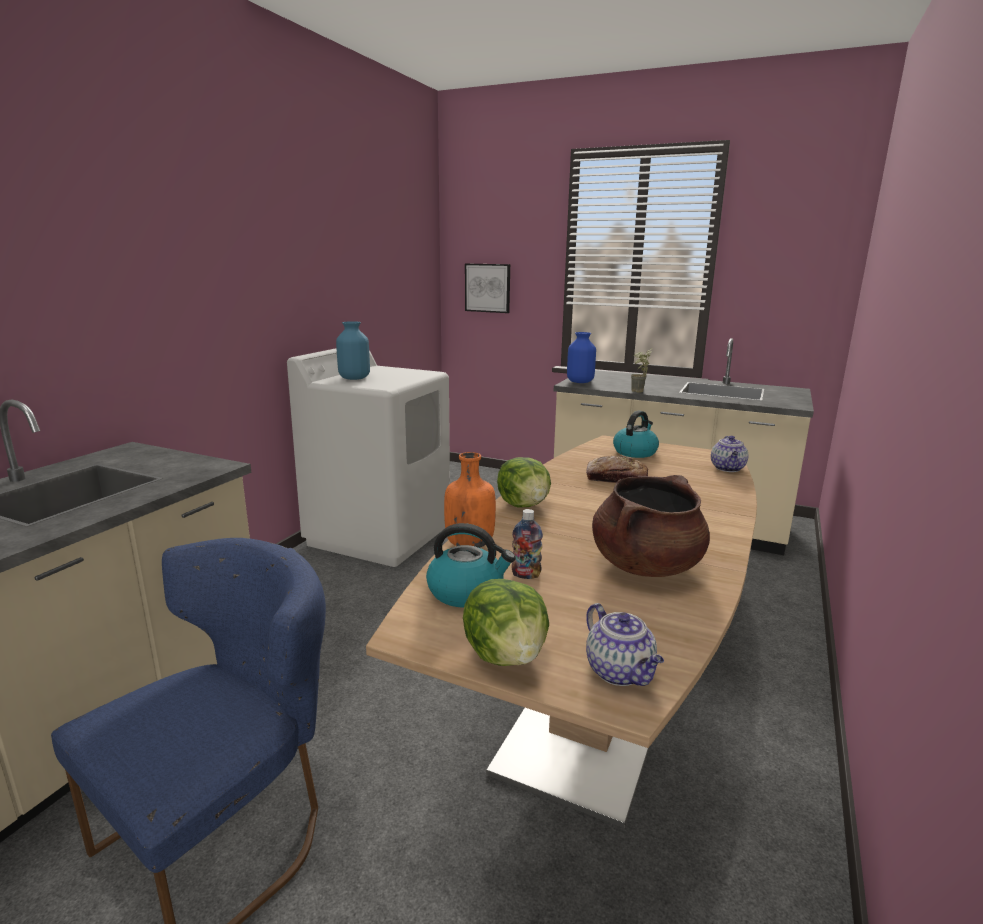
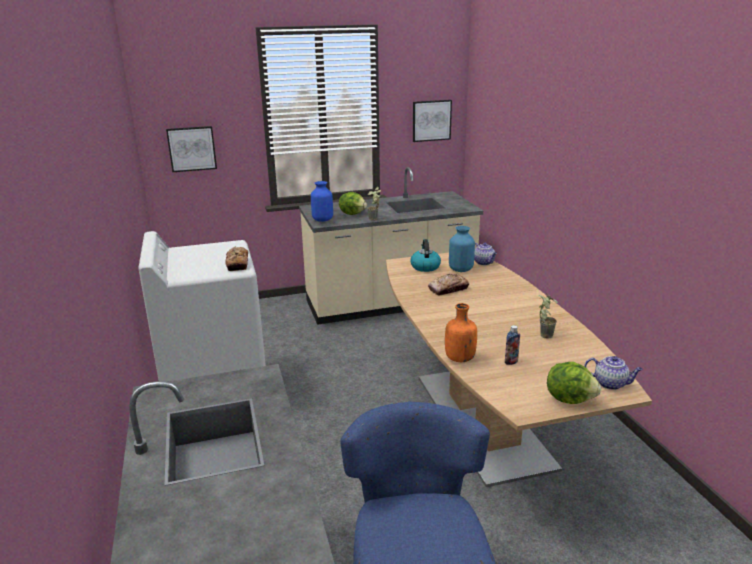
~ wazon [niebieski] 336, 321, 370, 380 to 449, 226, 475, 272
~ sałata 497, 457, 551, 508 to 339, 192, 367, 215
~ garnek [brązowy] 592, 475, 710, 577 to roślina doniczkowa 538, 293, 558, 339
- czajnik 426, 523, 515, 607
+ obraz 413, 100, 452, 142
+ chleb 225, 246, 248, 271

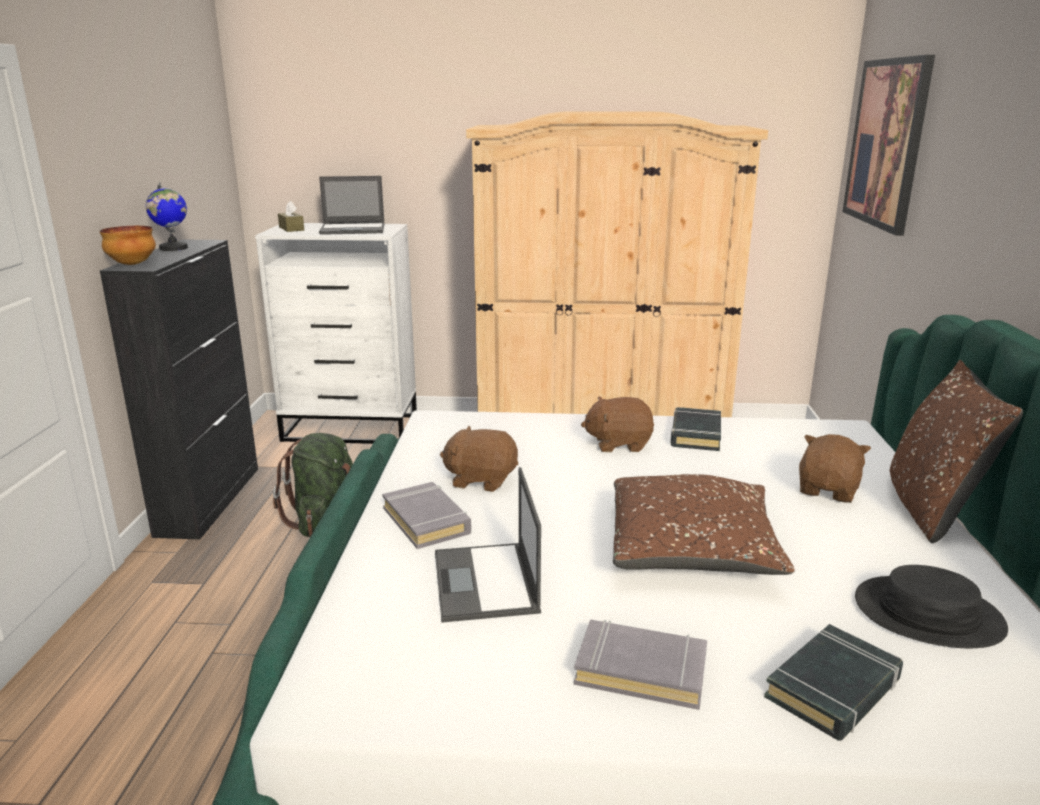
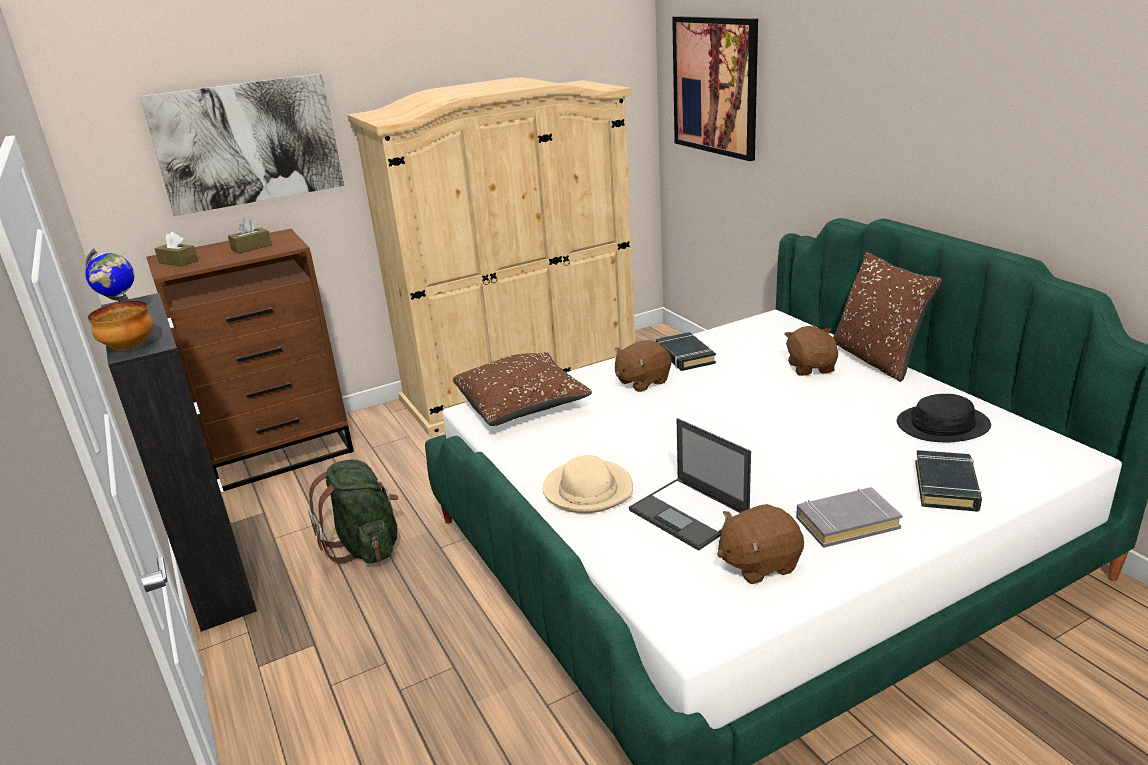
~ laptop 319, 176, 384, 235 to pudełko chusteczek [brązowy] 228, 219, 272, 254
~ komoda [biały] 255, 223, 417, 444 to komoda [brązowy] 146, 229, 354, 491
~ pluszak [brązowy] 440, 426, 518, 492 to 717, 504, 804, 584
~ poduszka [brązowy] 613, 474, 794, 575 to 453, 352, 592, 426
~ książka [szary] 382, 482, 471, 549 to kapelusz [beżowy] 543, 455, 633, 513
+ obraz 140, 73, 344, 216

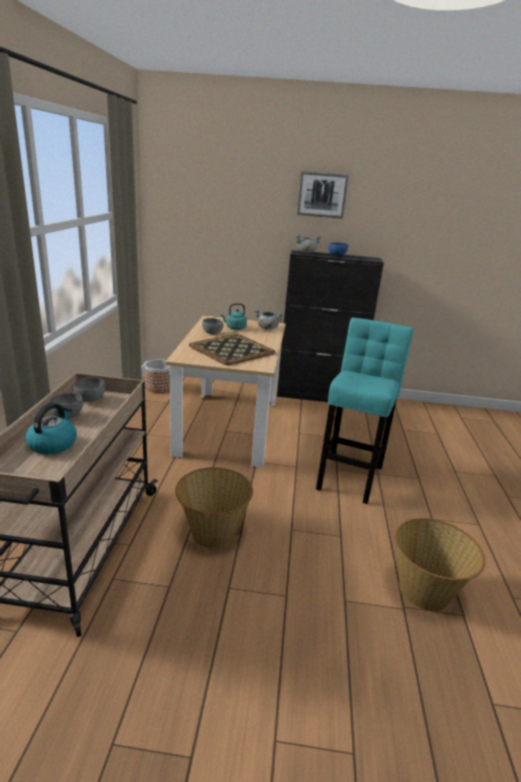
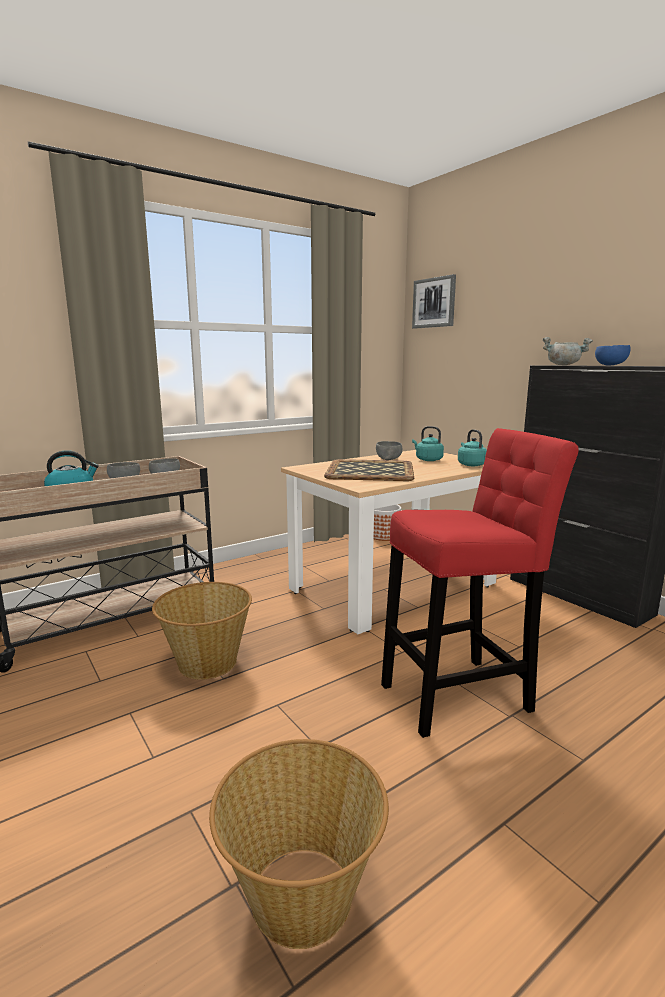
~ obraz 297, 171, 349, 219 to 412, 274, 456, 329
~ garnek [szary] 254, 309, 284, 329 to czajnik [turkusowy] 458, 429, 487, 466
~ stołek [turkusowy] 316, 318, 414, 504 to stołek [czerwony] 381, 428, 579, 738

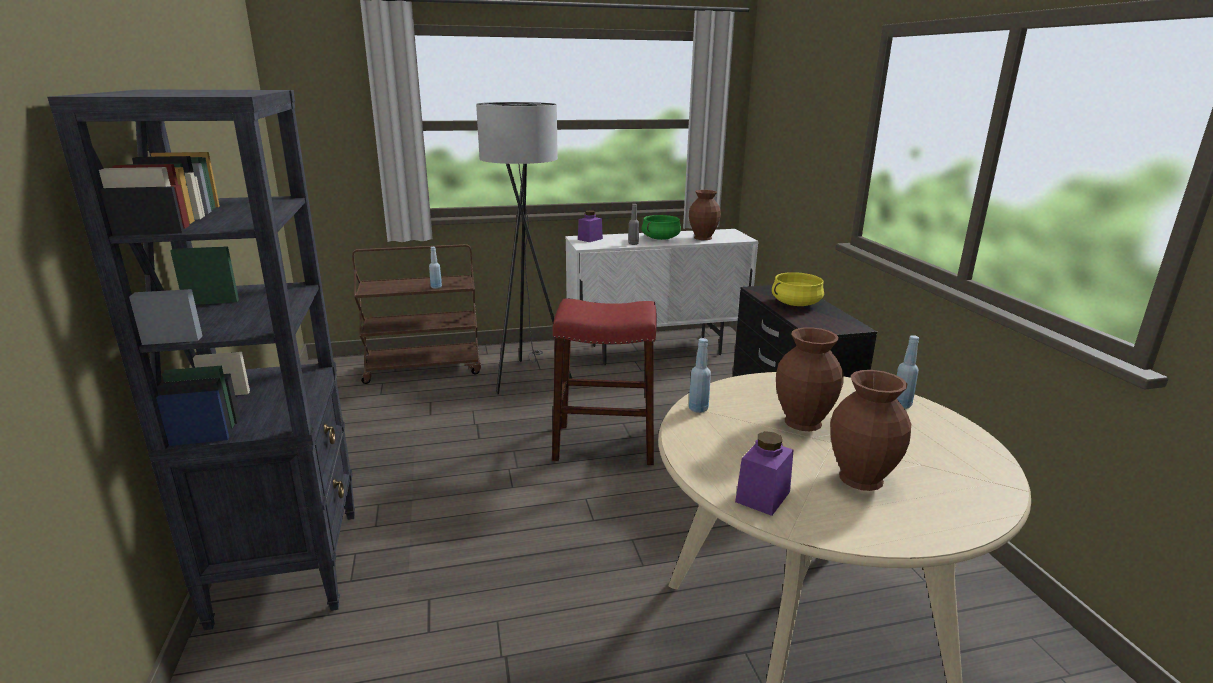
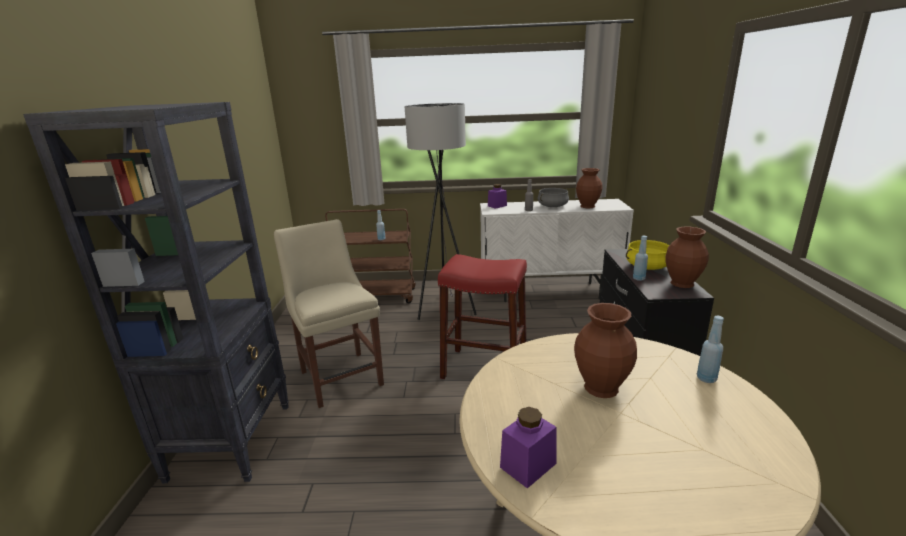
~ garnek [zielony] 641, 215, 681, 240 to garnek [szary] 537, 188, 569, 207
~ butelka [niebieski] 689, 338, 711, 413 to 633, 236, 648, 281
~ wazon [brązowy] 830, 370, 911, 491 to 666, 227, 709, 288
+ krzesło [beżowy] 274, 219, 384, 408

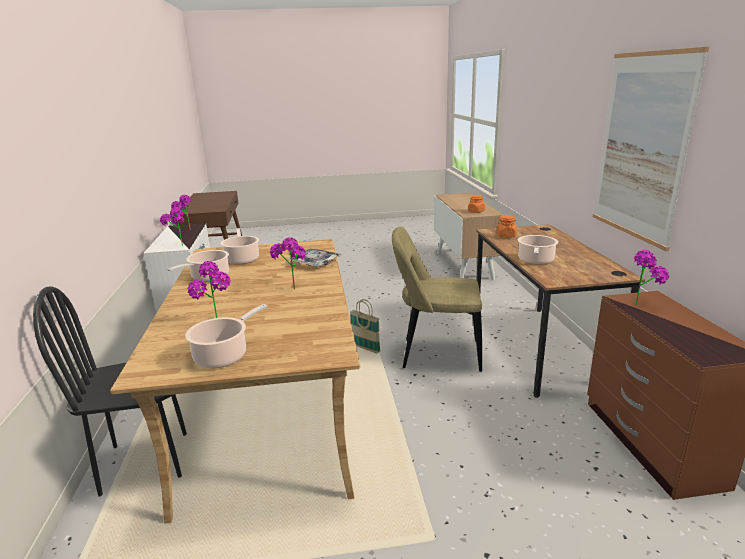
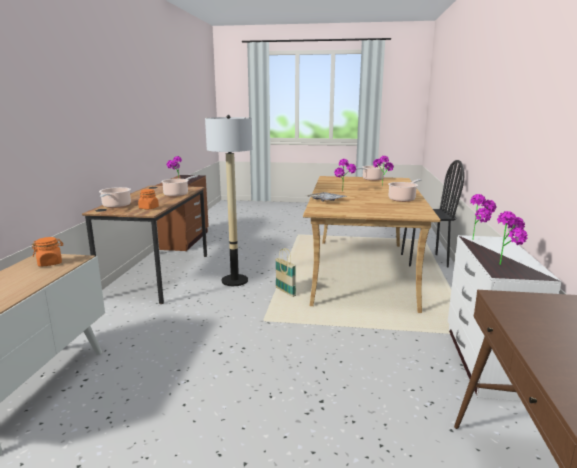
- obraz 593, 47, 709, 251
~ krzesło [beżowy] 392, 226, 482, 372 to lampa stojąca 205, 115, 252, 286
~ garnek 220, 228, 259, 265 to 99, 187, 131, 208

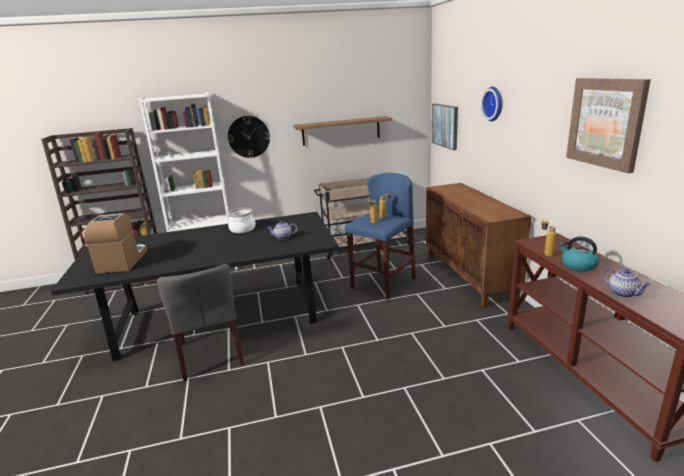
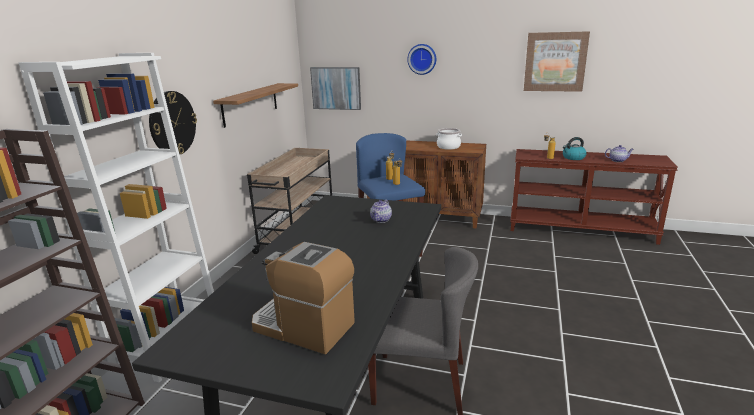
~ garnek 227, 208, 256, 233 to 436, 128, 462, 150

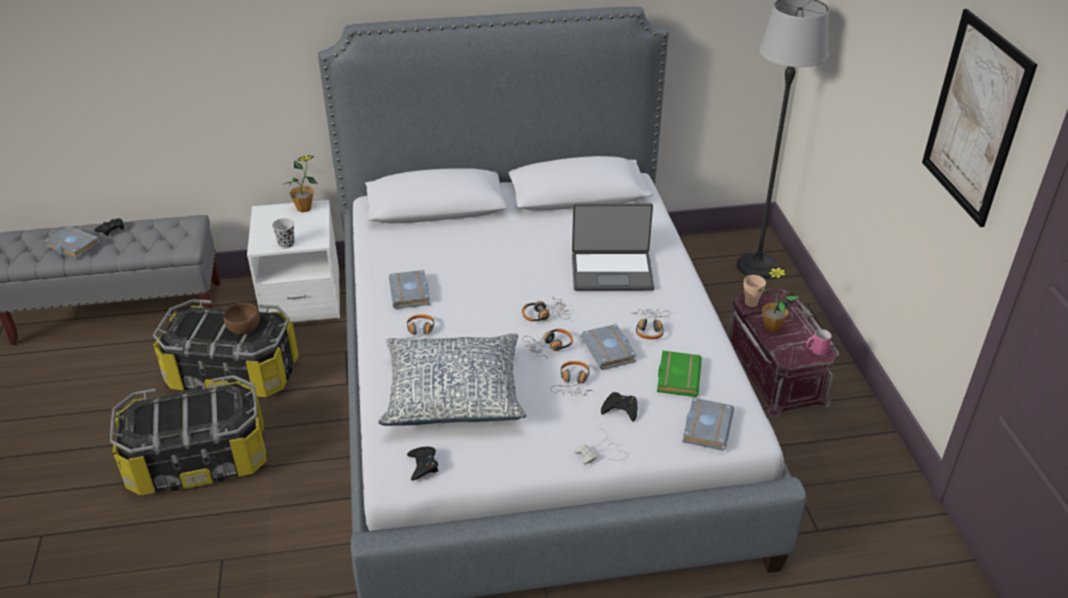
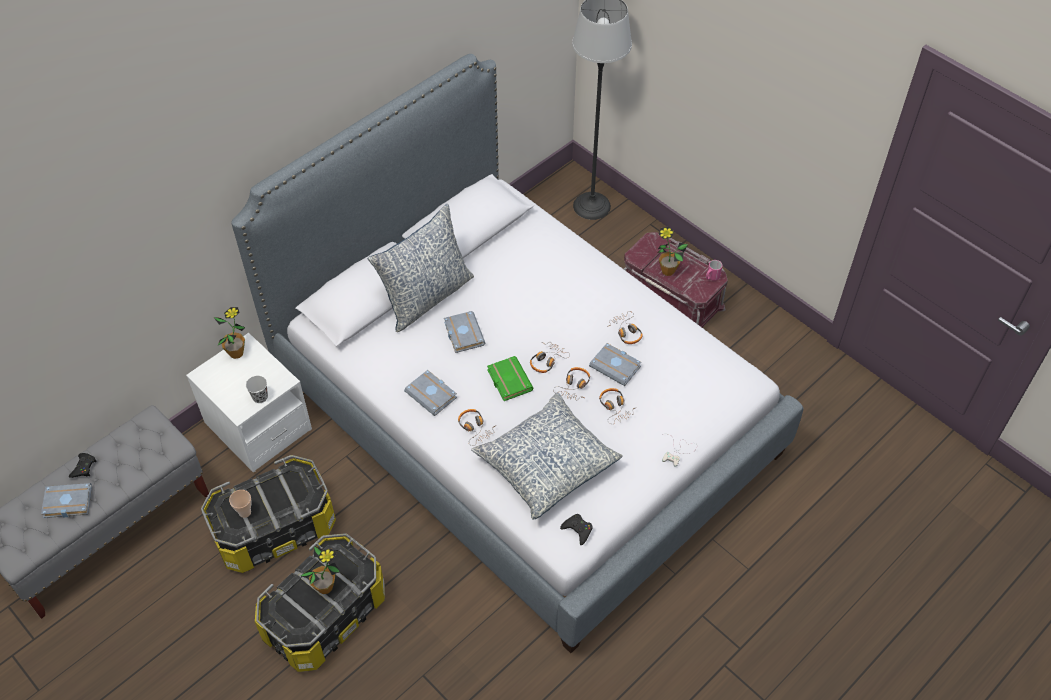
- obraz 922, 9, 1038, 227
- laptop 572, 203, 654, 291
~ filiżanka 744, 275, 766, 307 to 229, 490, 251, 518
- miska [brązowy] 223, 303, 260, 334
~ książka [zielony] 657, 351, 702, 397 to 487, 356, 533, 401
- pad do gier [czarny] 601, 392, 637, 422
~ książka [szary] 682, 398, 734, 451 to 444, 311, 485, 353
+ poduszka 368, 204, 474, 332
+ roślina doniczkowa 301, 546, 340, 594

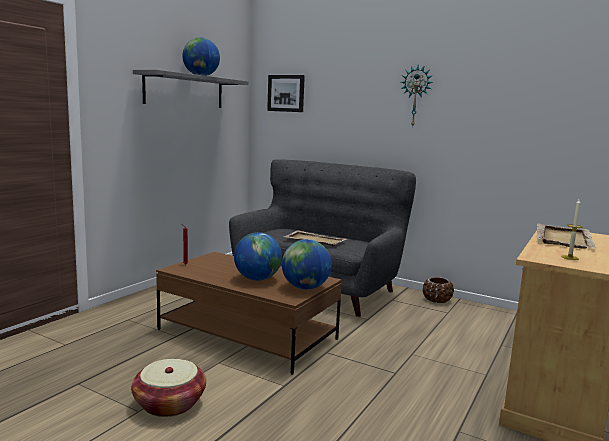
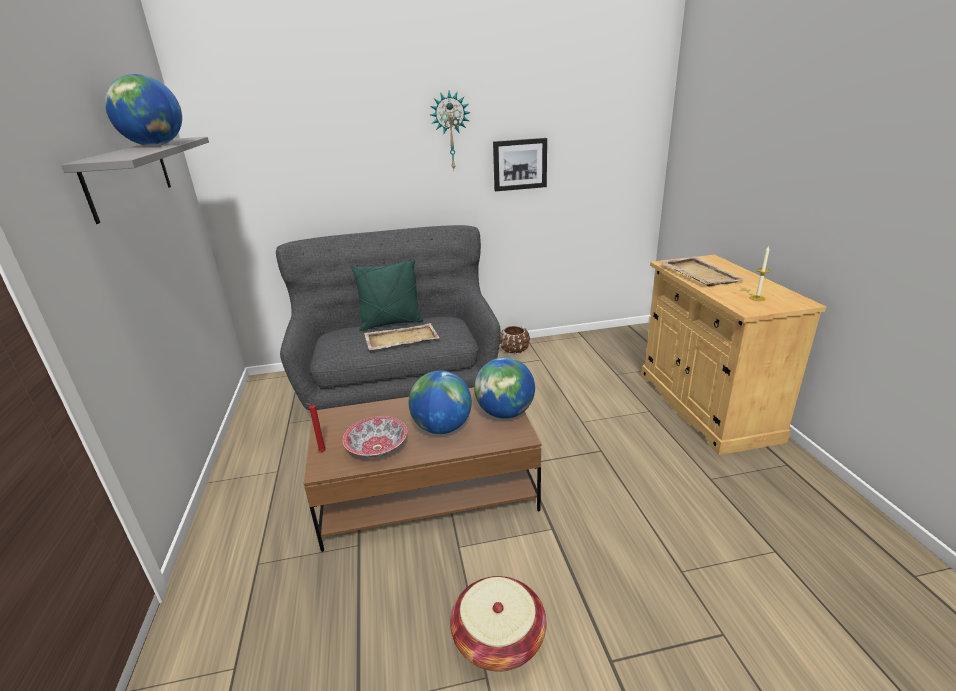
~ obraz 267, 75, 305, 112 to 493, 138, 547, 191
+ poduszka [zielony] 351, 260, 424, 331
+ miska 343, 416, 407, 458

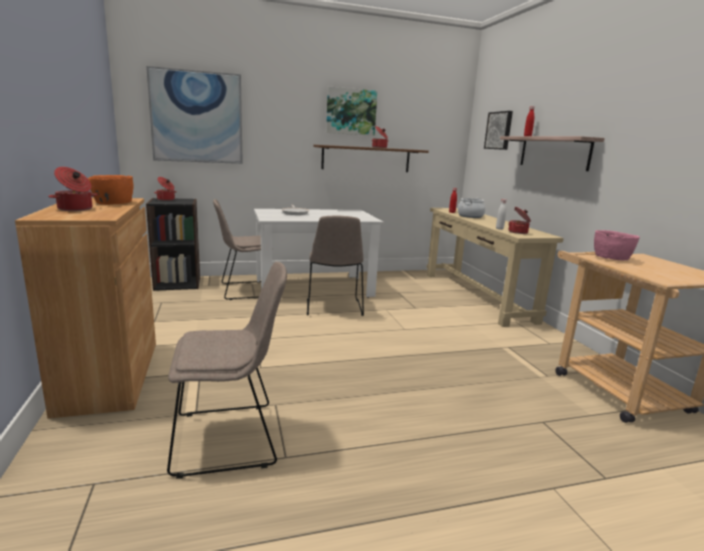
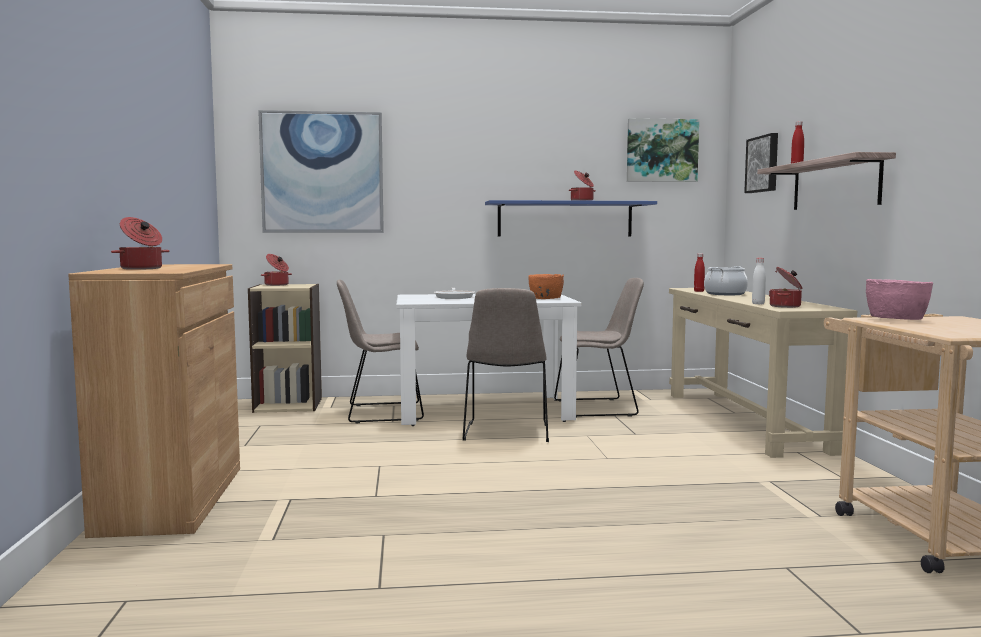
~ obraz 326, 86, 377, 136 to 627, 118, 699, 182
~ półka [brązowy] 313, 145, 429, 172 to półka [niebieski] 485, 200, 657, 236
~ miska [pomarańczowy] 88, 175, 134, 205 to 528, 274, 564, 299
~ regał [czarny] 146, 198, 200, 291 to regał [beżowy] 248, 284, 322, 413
~ krzesło [beżowy] 167, 262, 287, 478 to 554, 278, 644, 418

